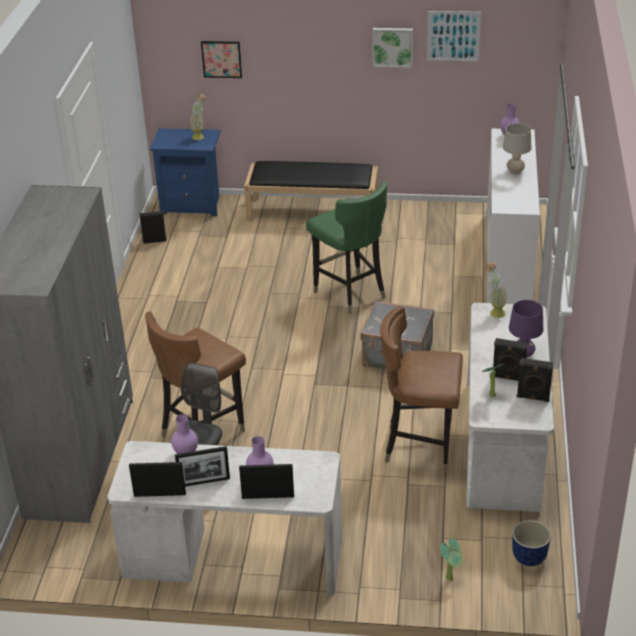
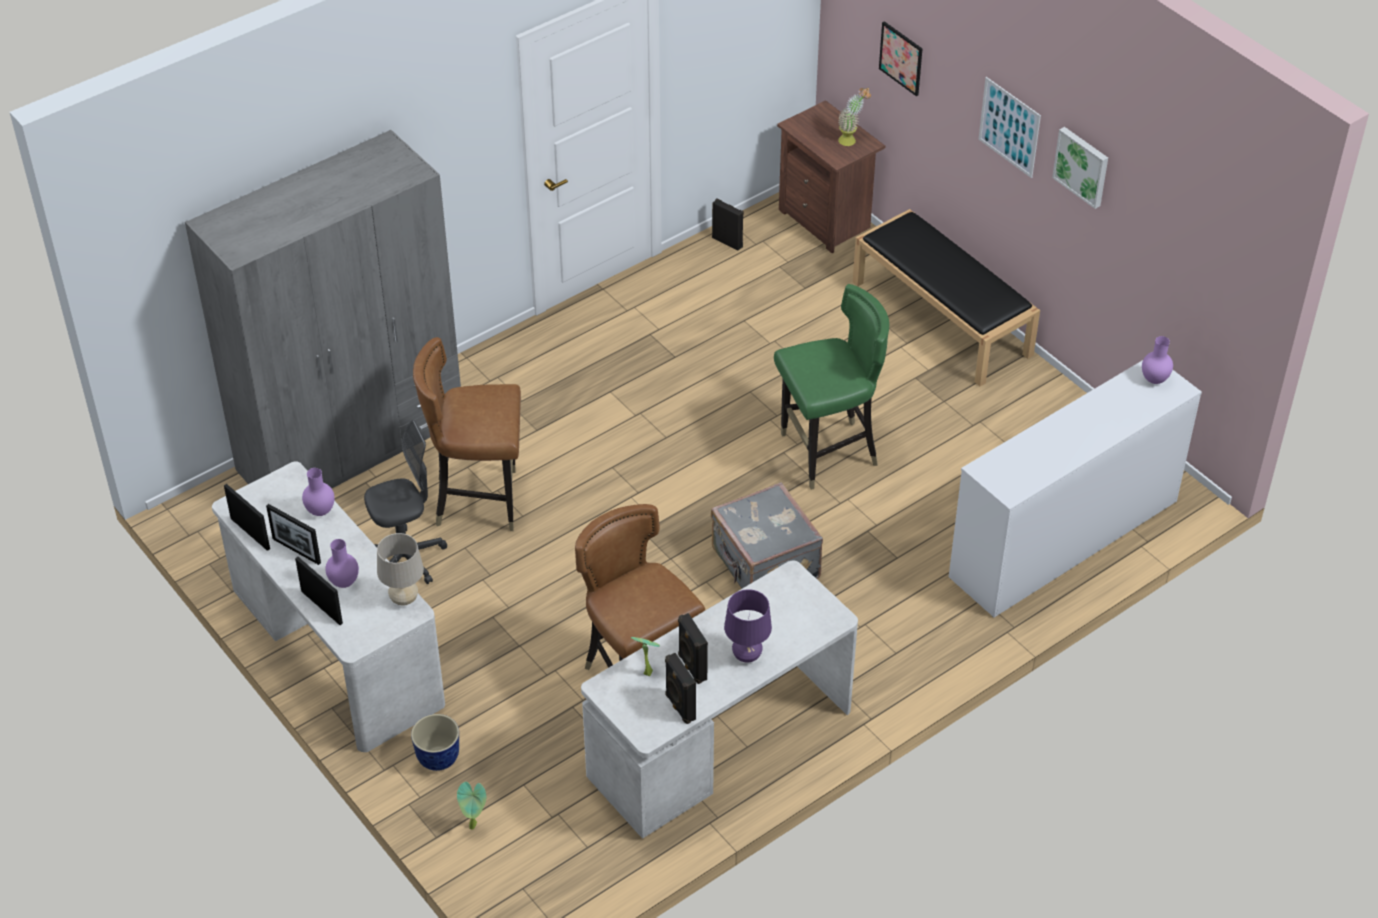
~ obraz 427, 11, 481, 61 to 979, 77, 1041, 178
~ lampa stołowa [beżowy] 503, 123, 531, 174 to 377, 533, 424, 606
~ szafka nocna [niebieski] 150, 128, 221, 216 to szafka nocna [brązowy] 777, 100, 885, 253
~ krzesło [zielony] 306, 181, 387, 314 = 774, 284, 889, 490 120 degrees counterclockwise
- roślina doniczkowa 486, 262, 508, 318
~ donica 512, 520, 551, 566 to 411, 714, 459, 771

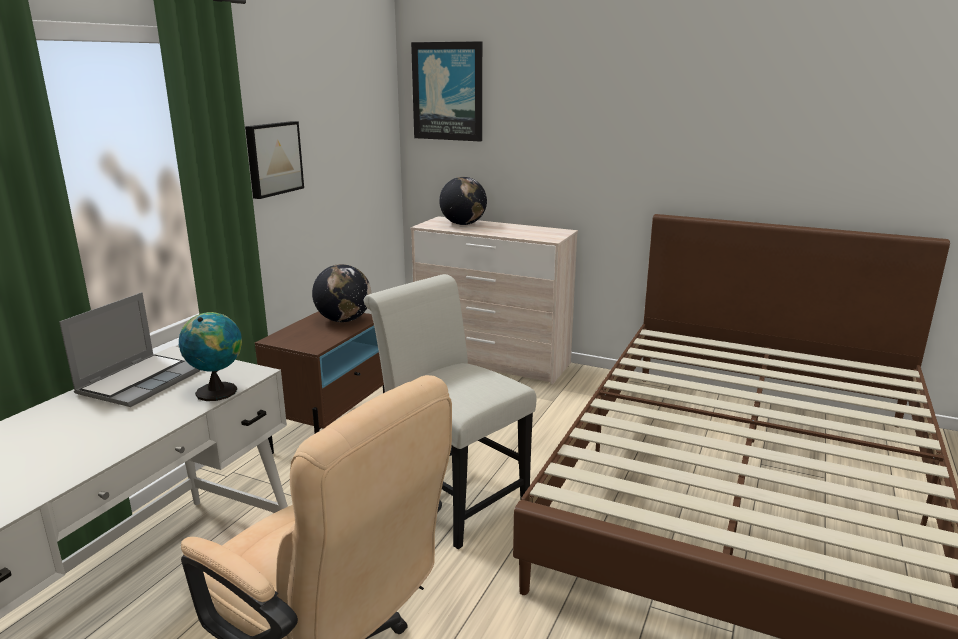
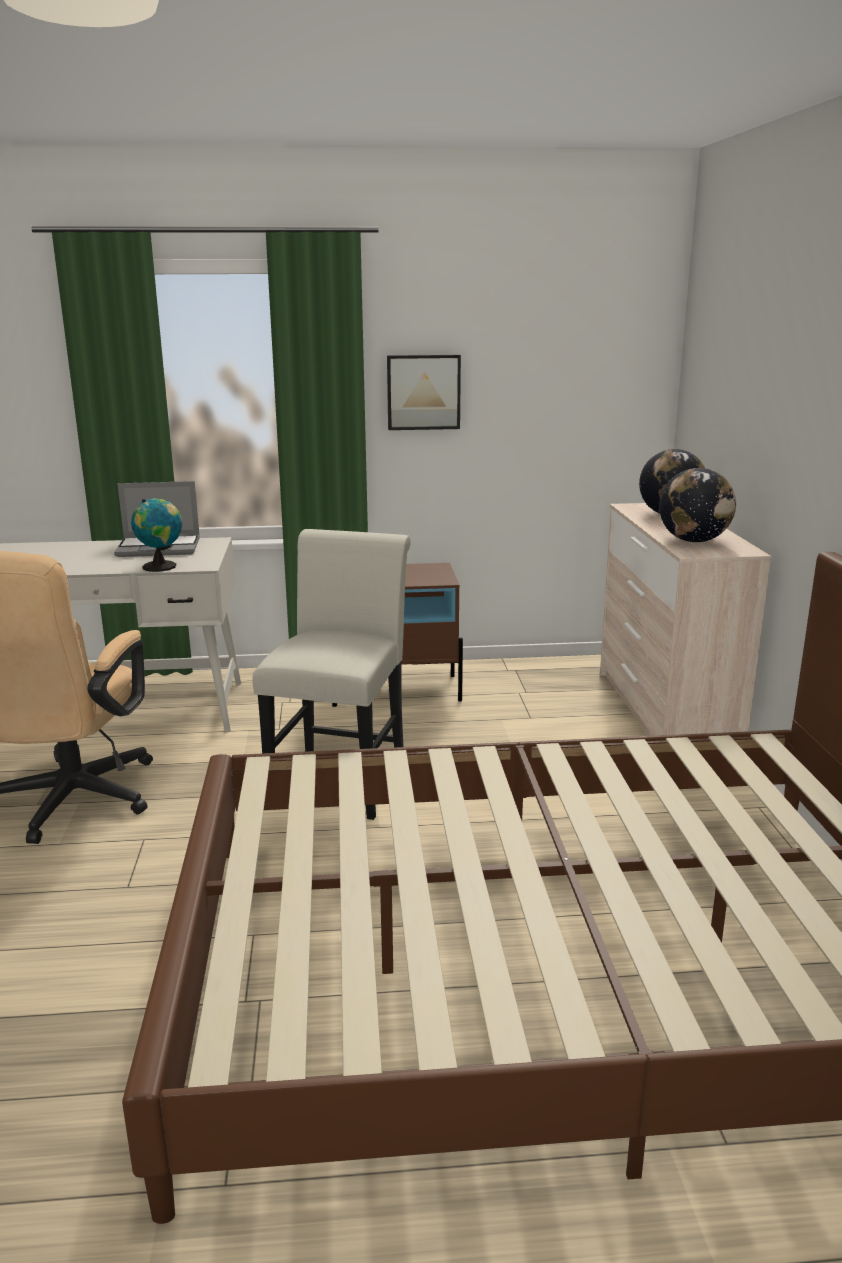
- obraz 411, 41, 482, 142
~ globus 312, 264, 371, 322 to 659, 468, 736, 542

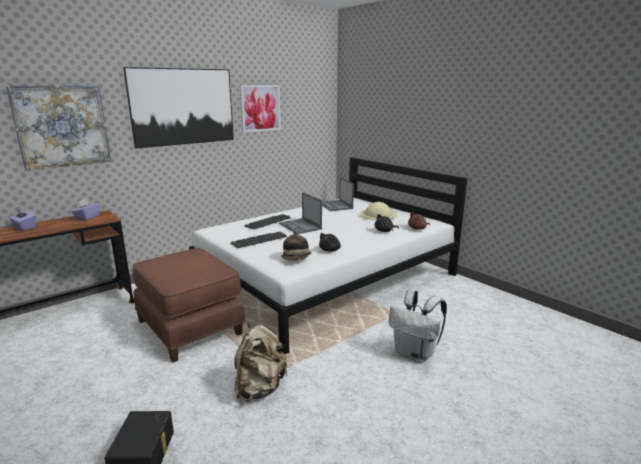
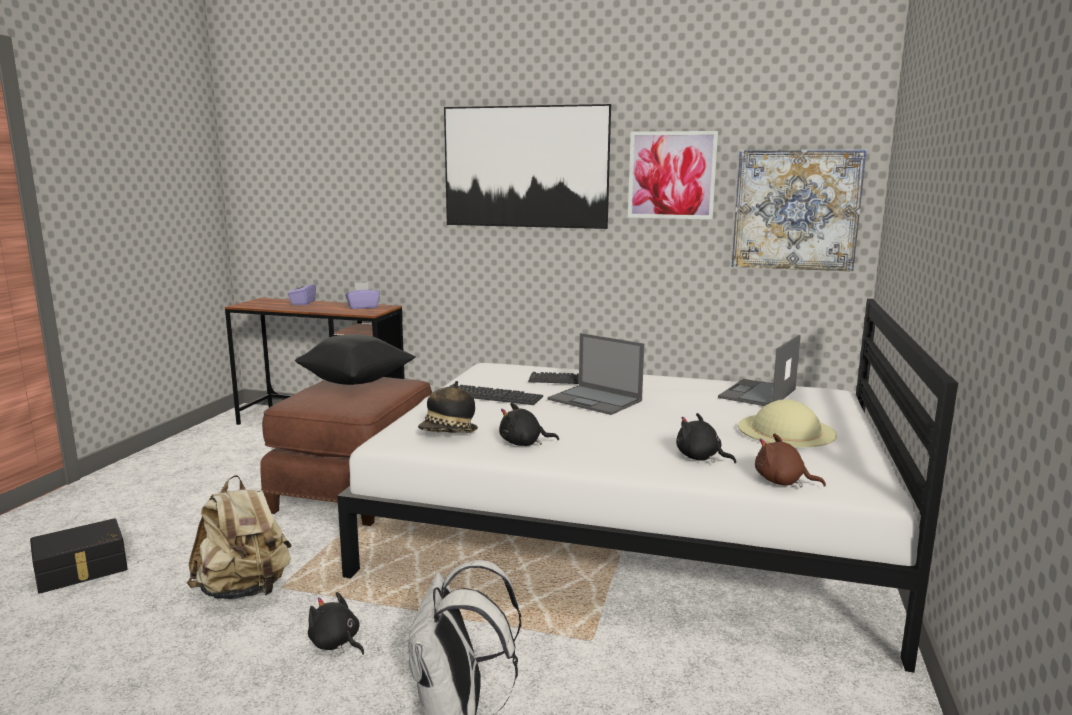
~ obraz 6, 85, 111, 170 to 732, 149, 867, 271
~ laptop 279, 192, 322, 234 = 547, 333, 644, 415 75 degrees counterclockwise
+ poduszka [czarny] 295, 334, 416, 385
+ pluszak [czarny] 308, 592, 364, 655

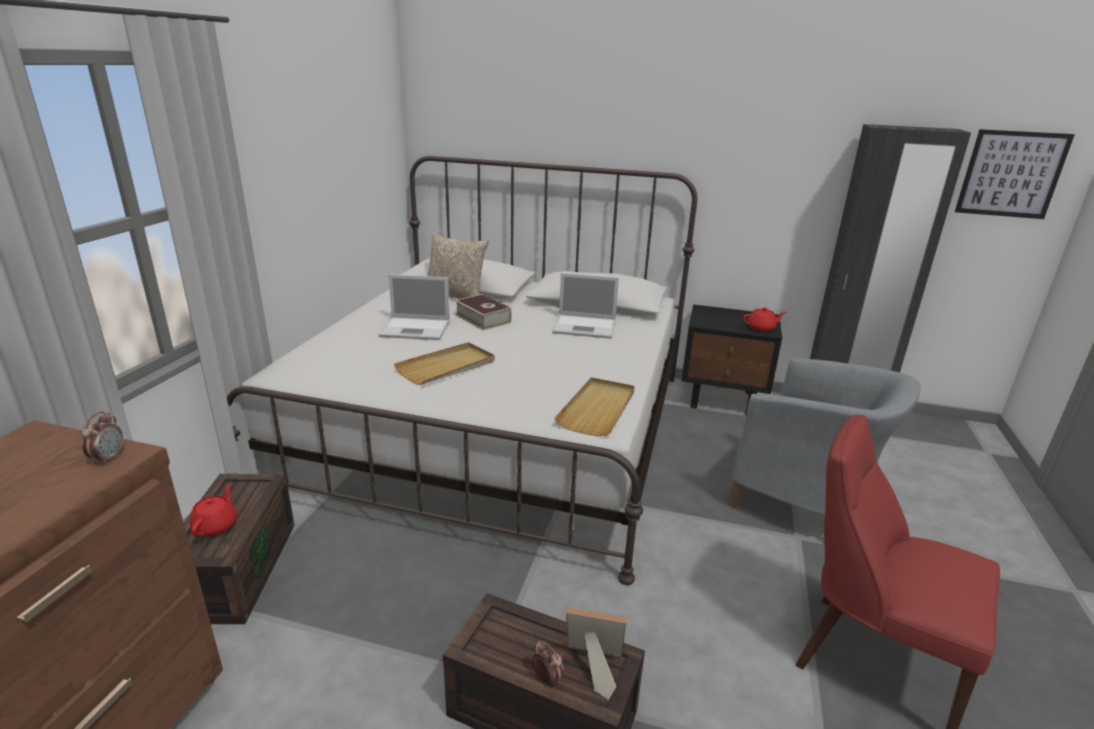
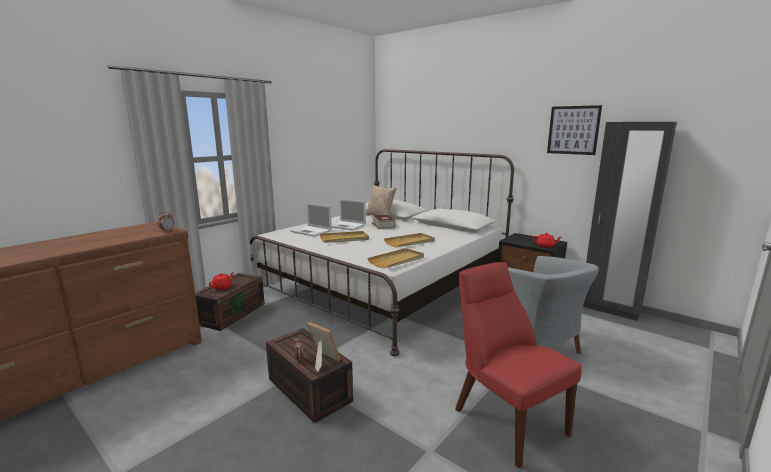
~ obraz 955, 129, 1075, 219 to 547, 105, 602, 155
~ laptop 552, 273, 619, 339 to 291, 203, 332, 237
+ taca [beżowy] 384, 233, 435, 248

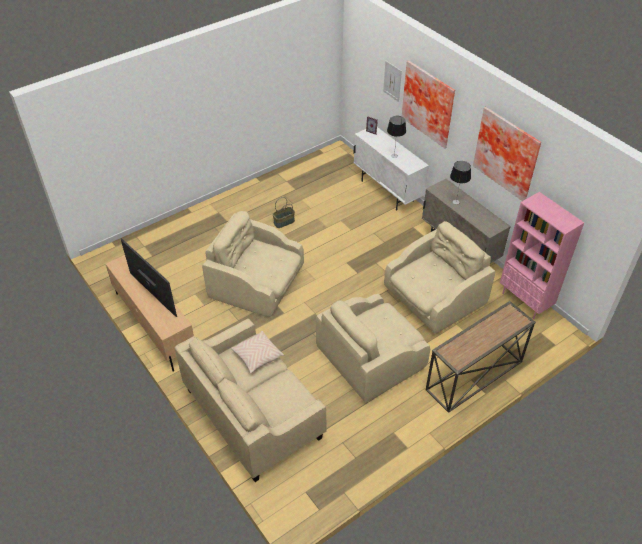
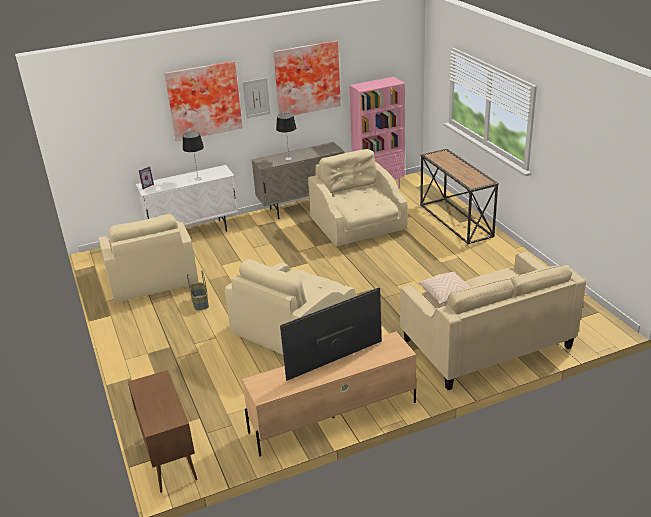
~ obraz 383, 61, 402, 102 to 242, 78, 270, 118
~ fotel [beżowy] 316, 294, 430, 402 to 98, 214, 198, 303
+ szafka [brązowy] 128, 370, 198, 493

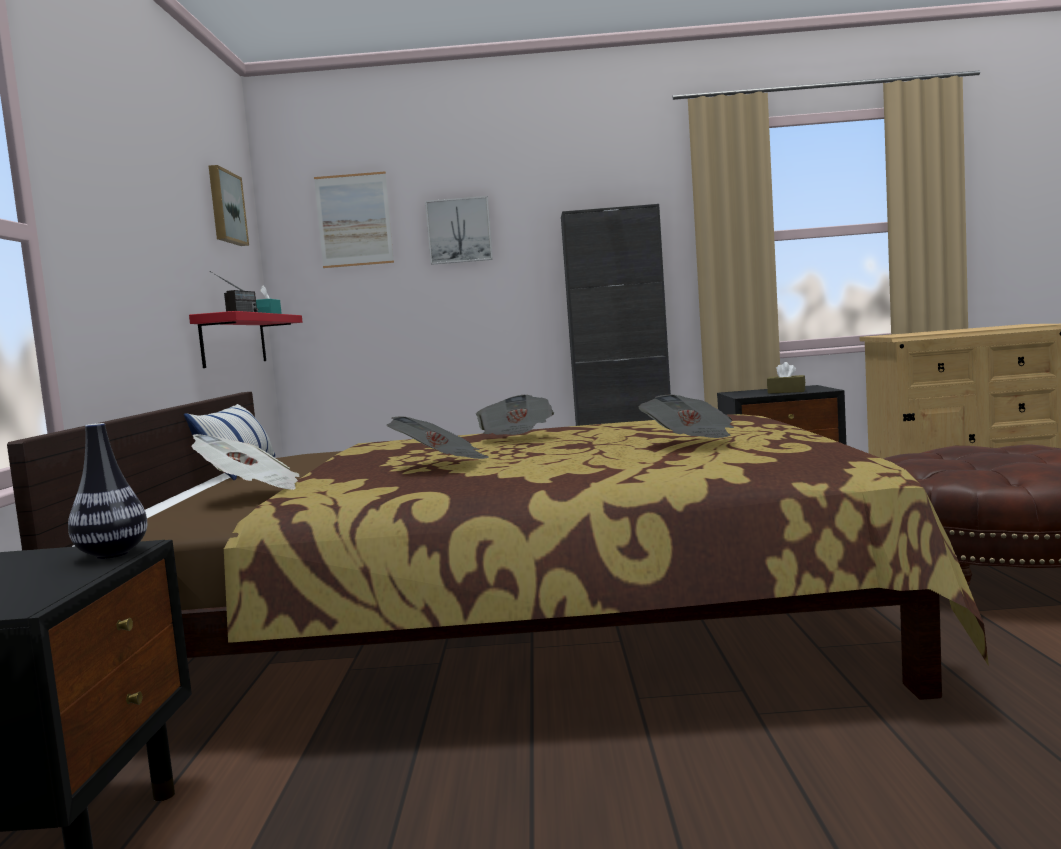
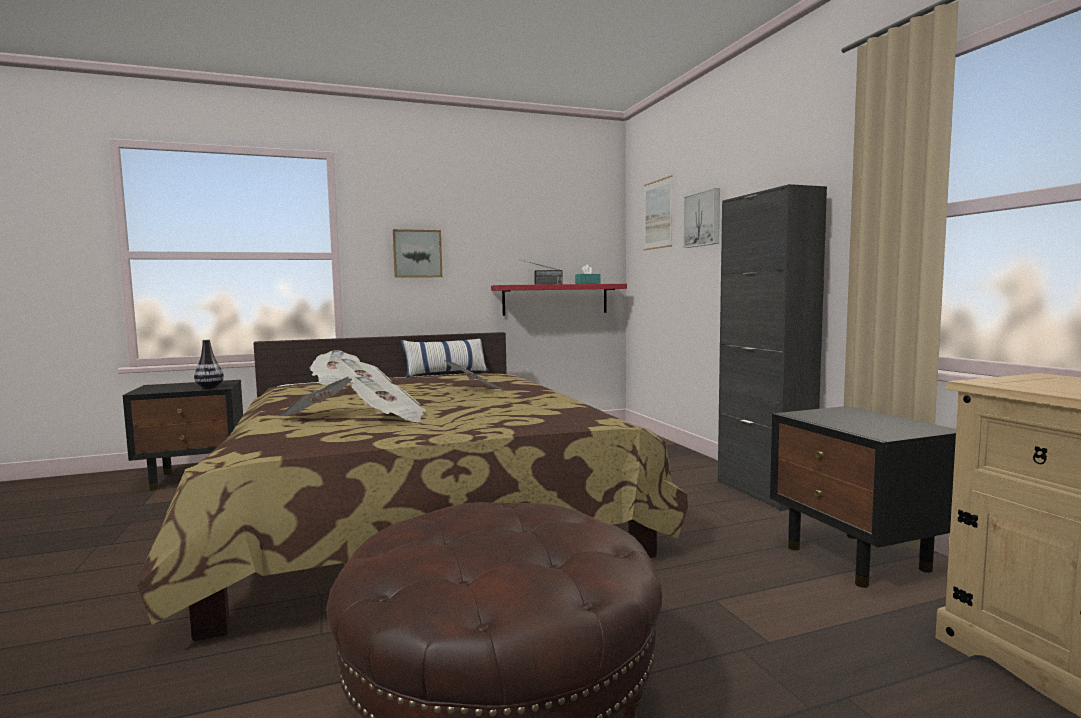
~ obraz 209, 165, 249, 246 to 393, 229, 442, 278
- pudełko chusteczek [brązowy] 767, 362, 805, 394
+ gazeta 279, 377, 352, 416

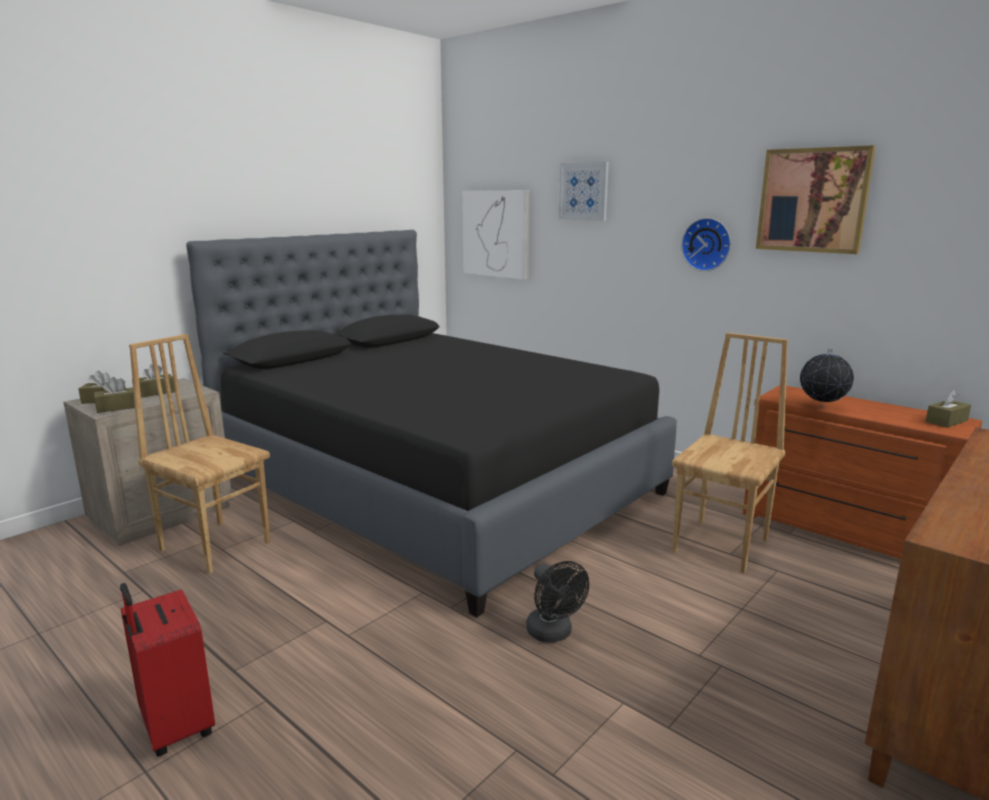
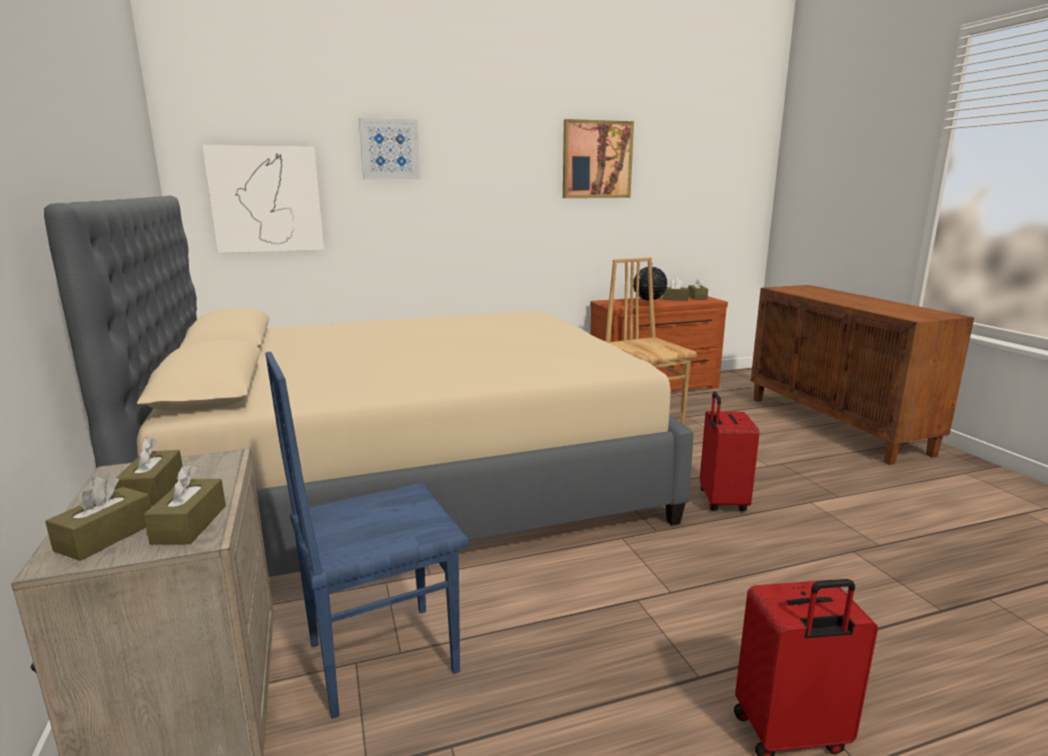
- zegar ścienny 681, 218, 731, 271
~ łóżko [czarny] 186, 230, 677, 617 to łóżko [beżowy] 44, 196, 693, 577
~ krzesło [brązowy] 129, 334, 270, 573 to krzesło [niebieski] 265, 352, 469, 719
~ wentylator [czarny] 526, 561, 589, 643 to walizka [czerwony] 700, 392, 759, 511
+ pudełko chusteczek [brązowy] 663, 278, 689, 301

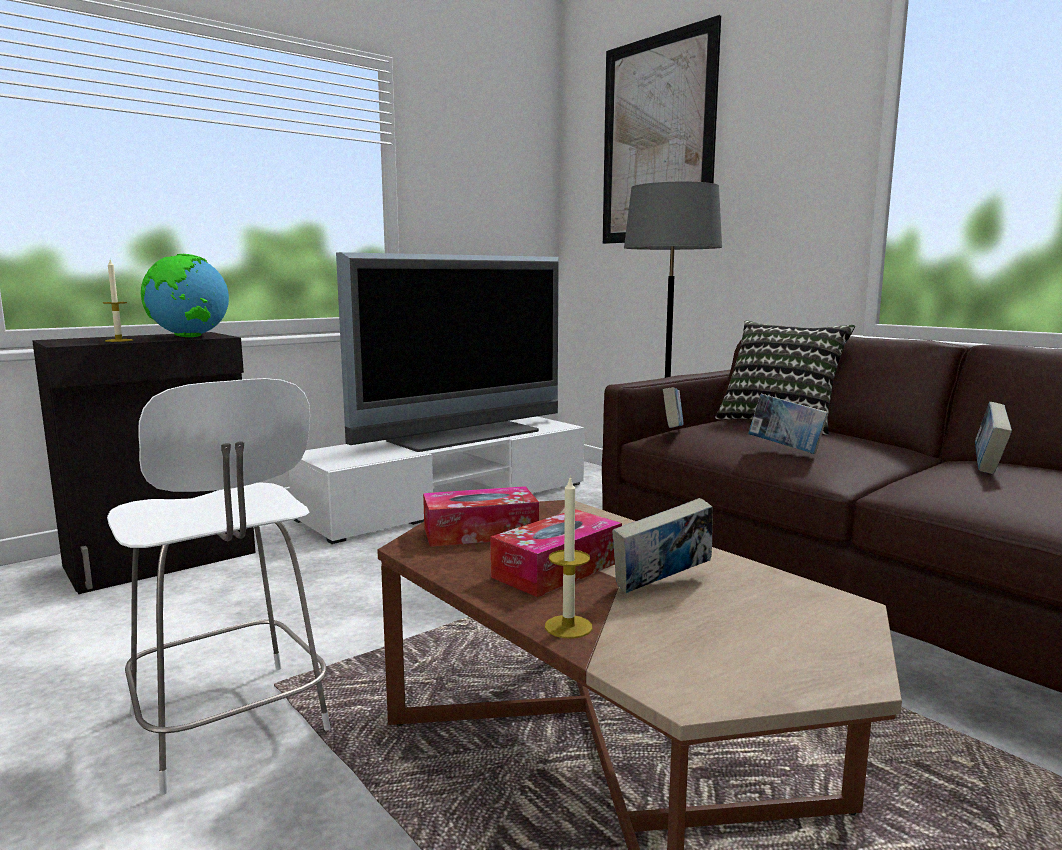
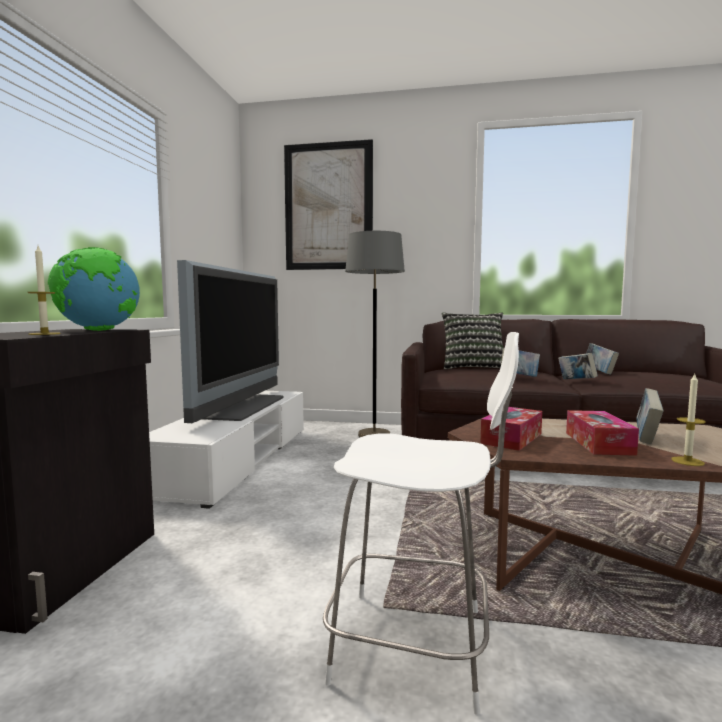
~ książka 663, 387, 683, 428 to 558, 353, 598, 379

